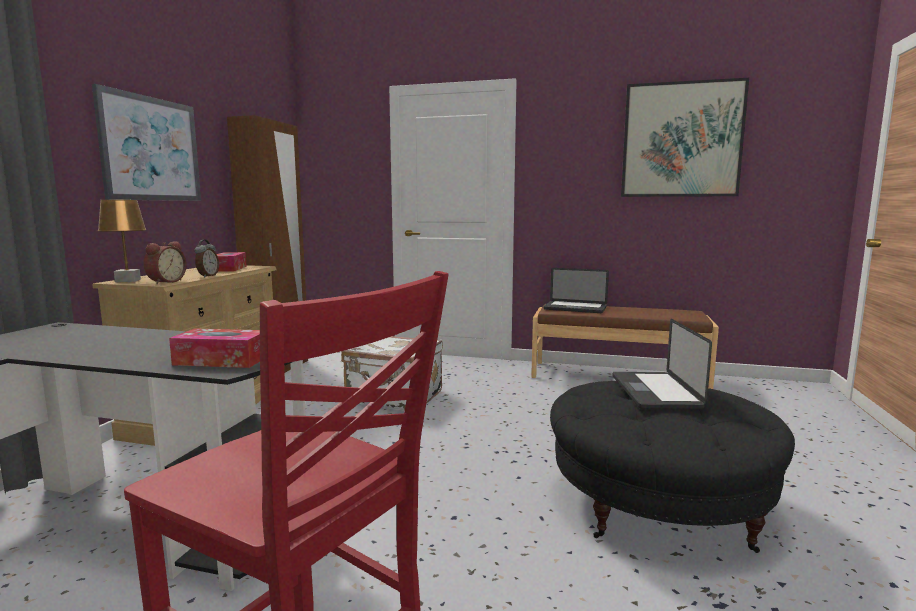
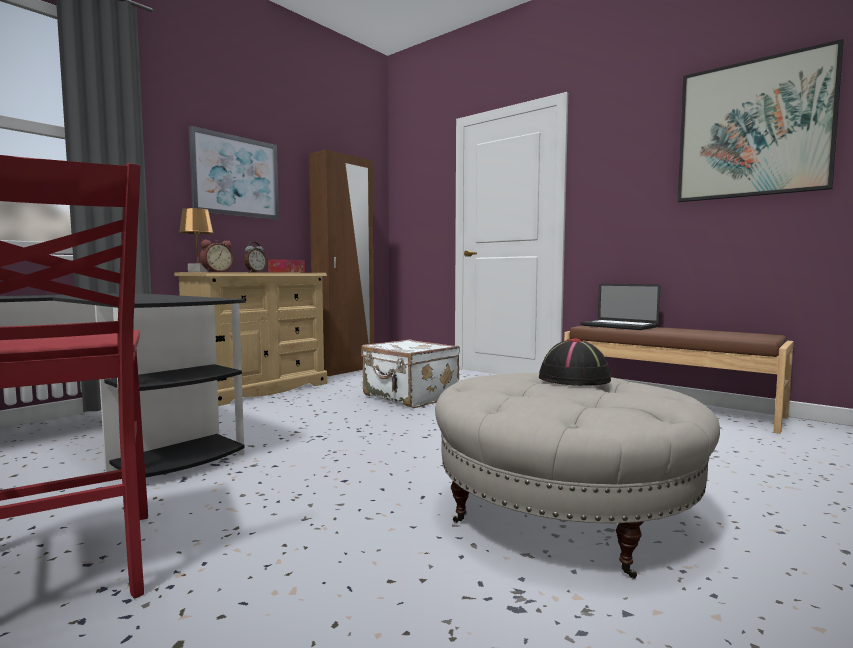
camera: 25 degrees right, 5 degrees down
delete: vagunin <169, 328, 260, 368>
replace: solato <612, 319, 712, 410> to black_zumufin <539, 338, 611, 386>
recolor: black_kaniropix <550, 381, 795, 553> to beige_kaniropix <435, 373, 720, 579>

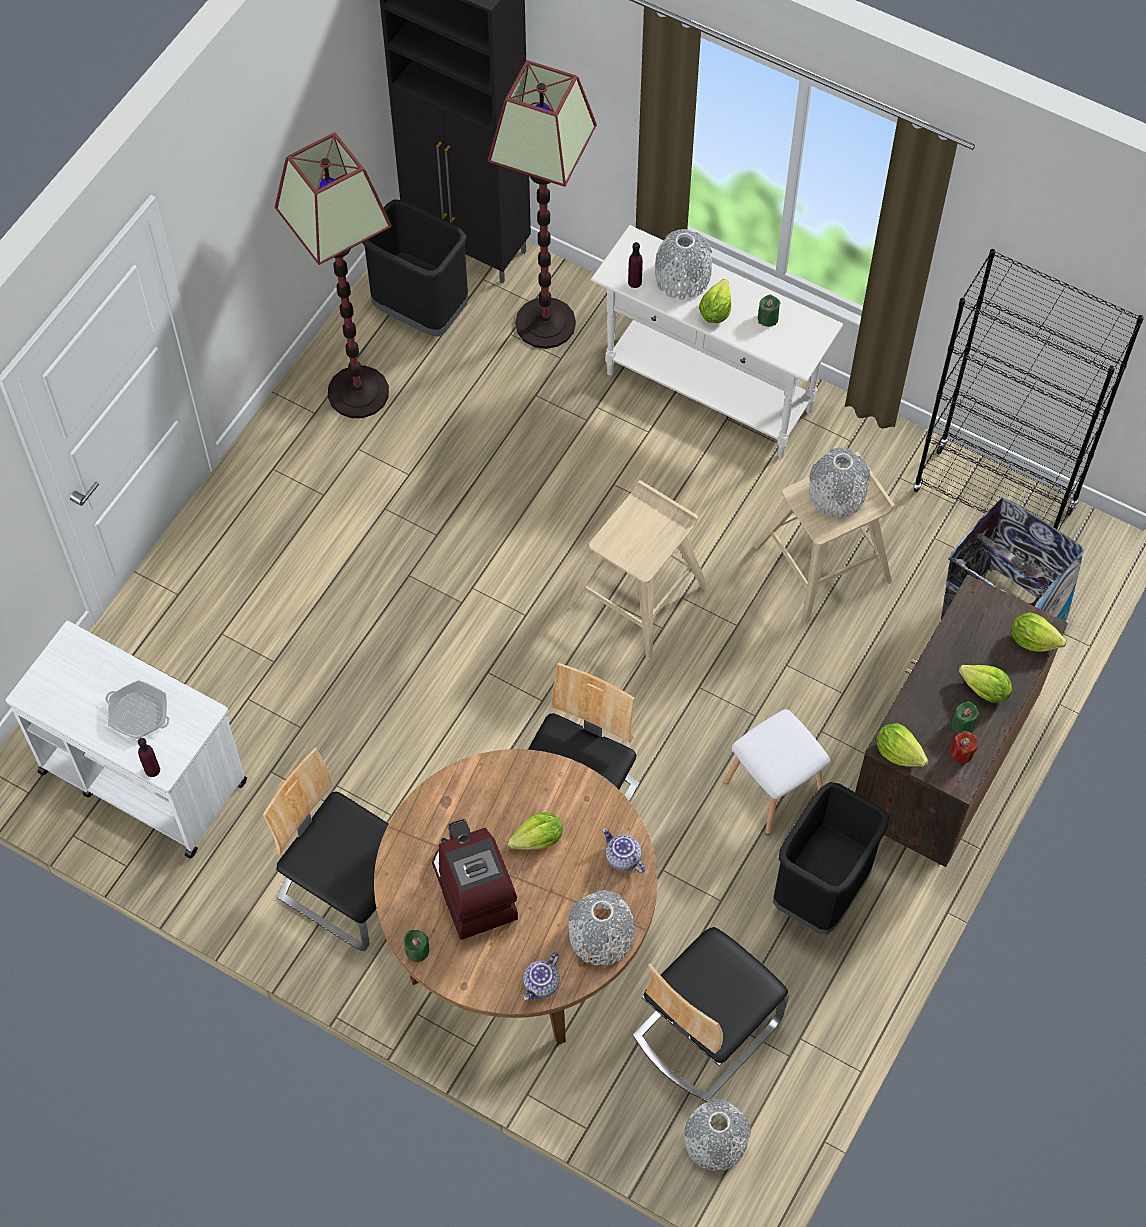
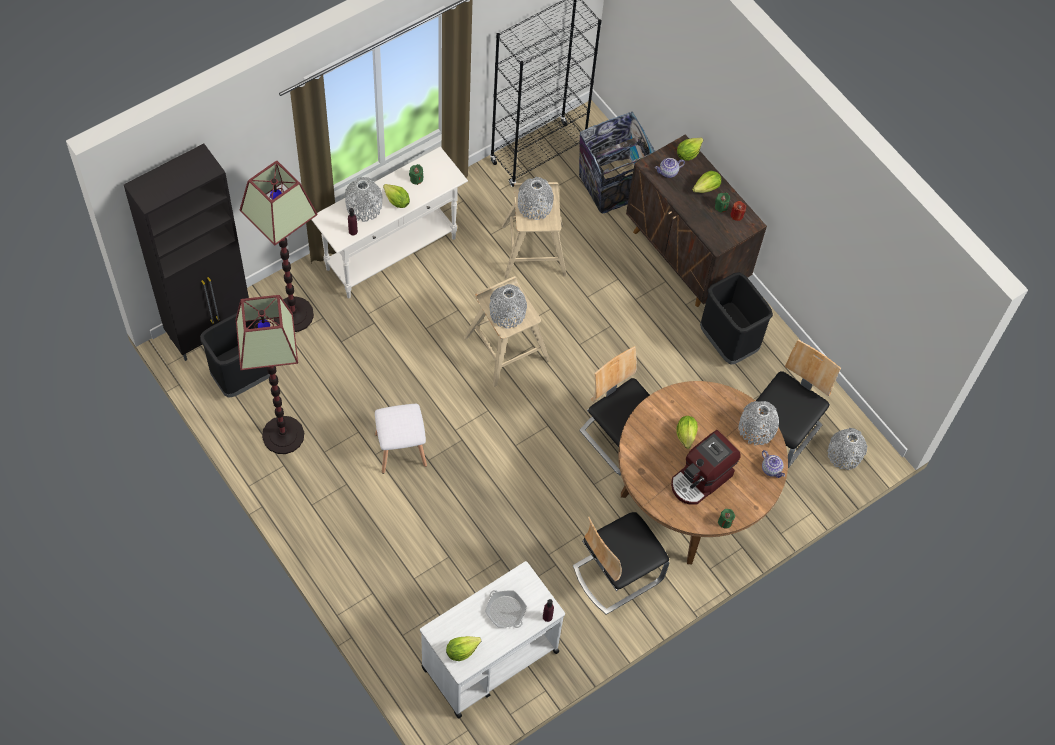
camera: 70 degrees left, 0 degrees up
insert: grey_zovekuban <489, 284, 527, 328>
move: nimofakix <603, 828, 645, 873> to <655, 158, 685, 178>; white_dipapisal <724, 709, 830, 835> to <375, 404, 427, 474>; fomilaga <876, 724, 928, 767> to <446, 636, 481, 661>
rotate: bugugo <105, 680, 170, 739> = <485, 590, 527, 628> 90 degrees counterclockwise; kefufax <432, 818, 518, 940> = <671, 430, 741, 504> 45 degrees counterclockwise; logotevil <633, 927, 789, 1102> = <756, 340, 841, 468> 120 degrees counterclockwise

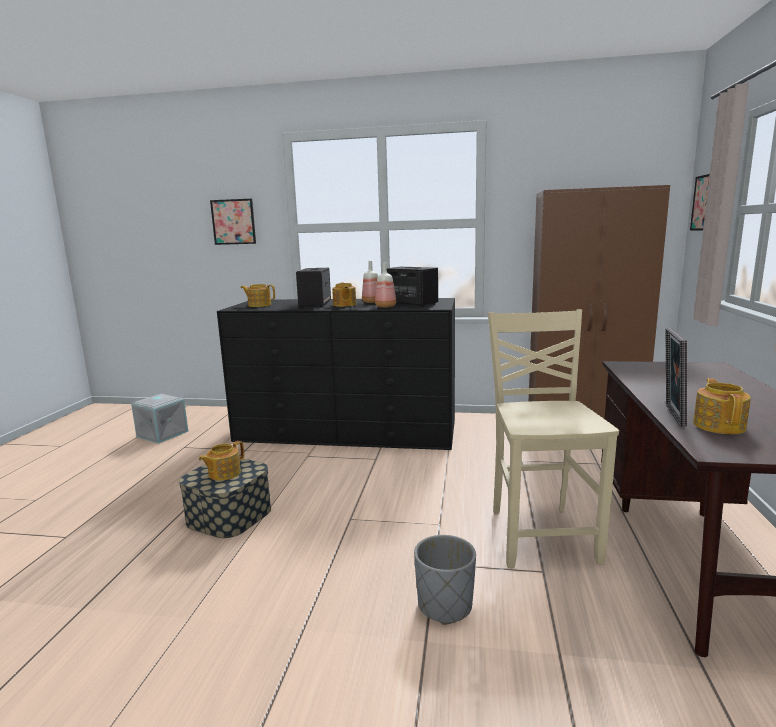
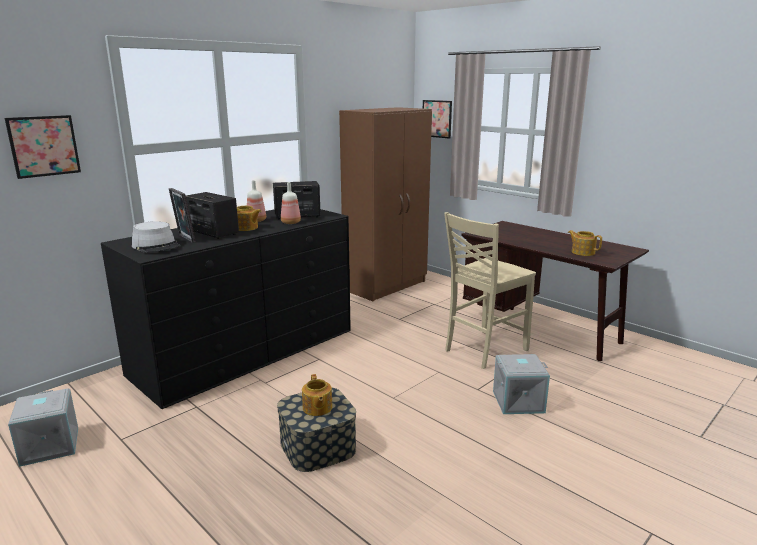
camera: 55 degrees left, 5 degrees up
move: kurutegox <665, 328, 687, 427> to <169, 188, 196, 243>
replace: nimofakix <241, 284, 275, 307> to grey_zumufin <132, 221, 180, 253>; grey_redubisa <414, 535, 476, 625> to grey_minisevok <493, 354, 550, 414>
rotate: beige_logotevil <488, 309, 619, 568> = <444, 212, 536, 369> 75 degrees counterclockwise

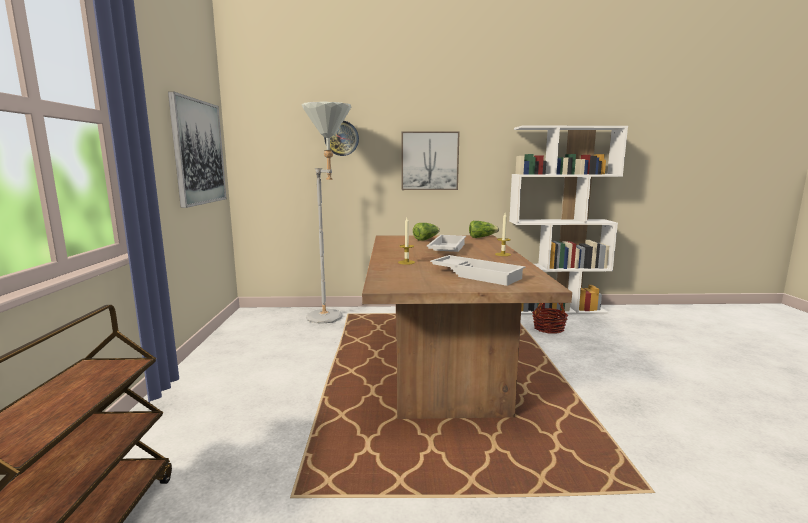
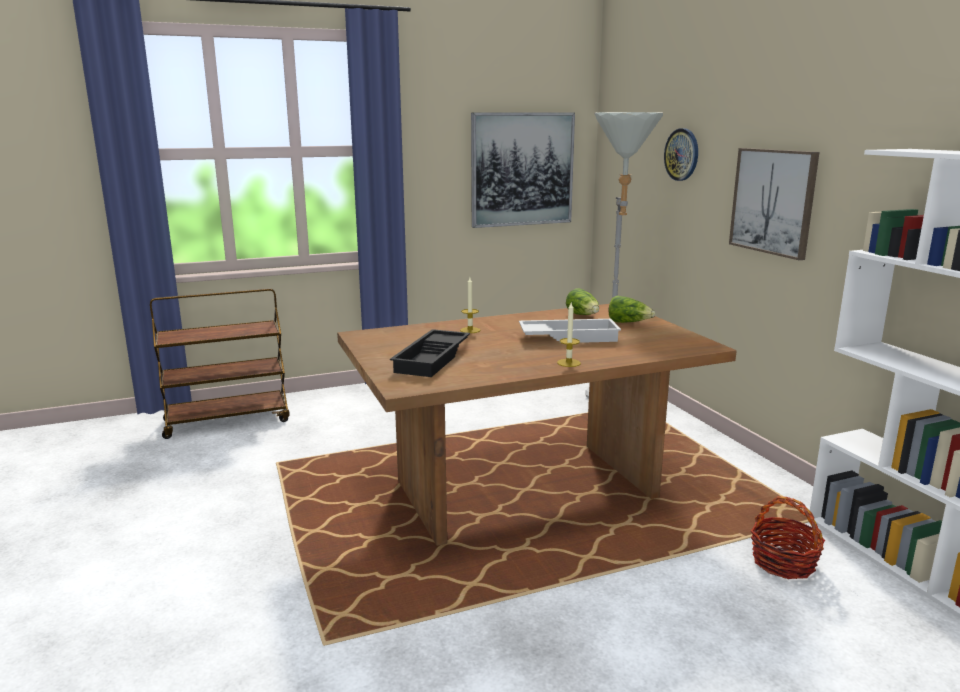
camera: 70 degrees right, 5 degrees up
move: fomilaga <469, 221, 499, 238> to <566, 288, 599, 315>
recolor: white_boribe <430, 255, 525, 286> to black_boribe <390, 329, 470, 377>

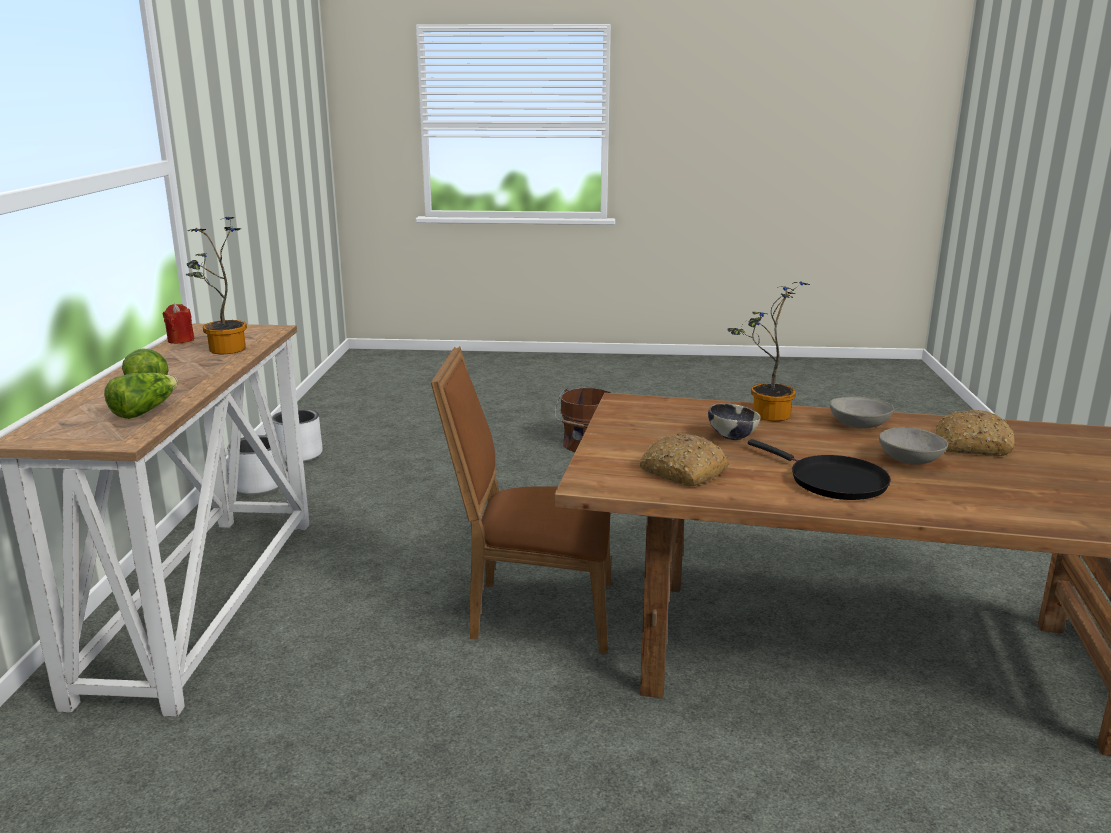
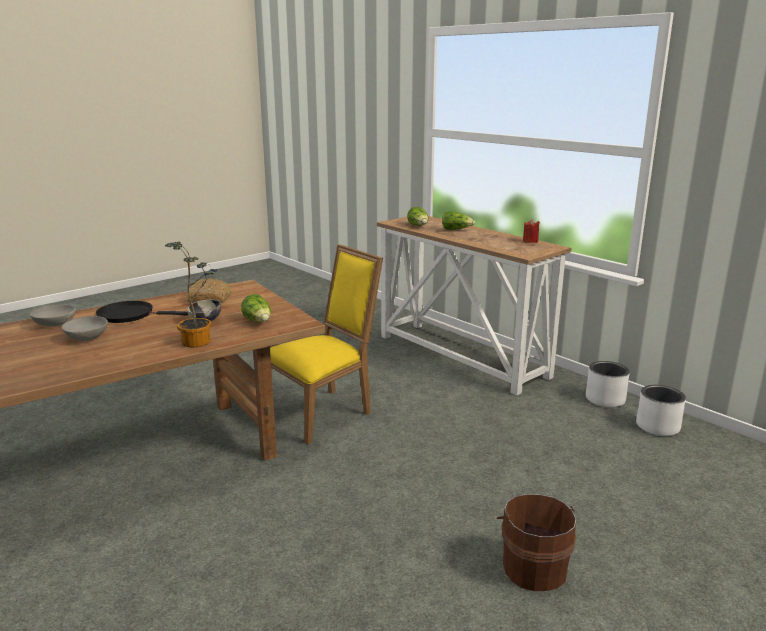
camera: 135 degrees right, 0 degrees up
delete: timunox <186, 217, 247, 354>; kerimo <936, 410, 1015, 456>
insert: fomilaga <241, 294, 271, 322>
move: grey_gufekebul <829, 397, 894, 429> to <30, 304, 76, 326>
recolor: brown_logotevil <431, 346, 612, 654> to yellow_logotevil <270, 244, 383, 444>

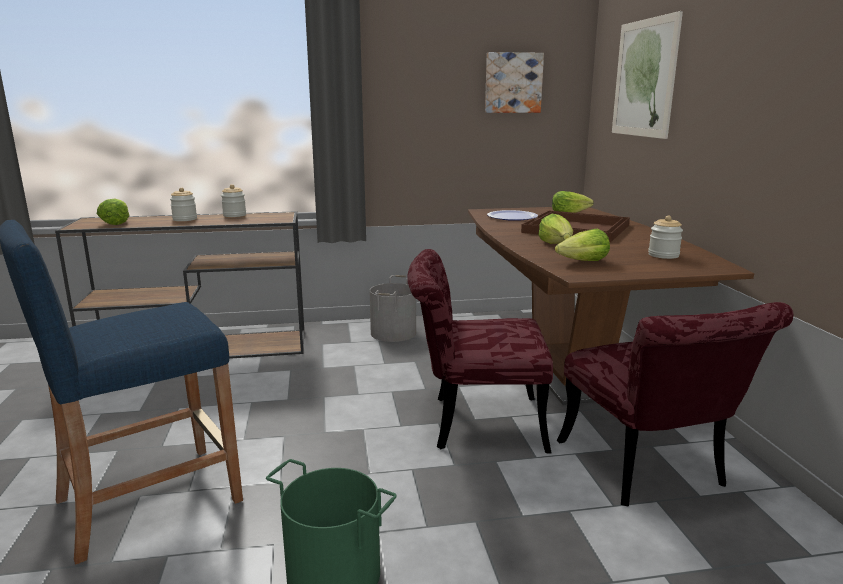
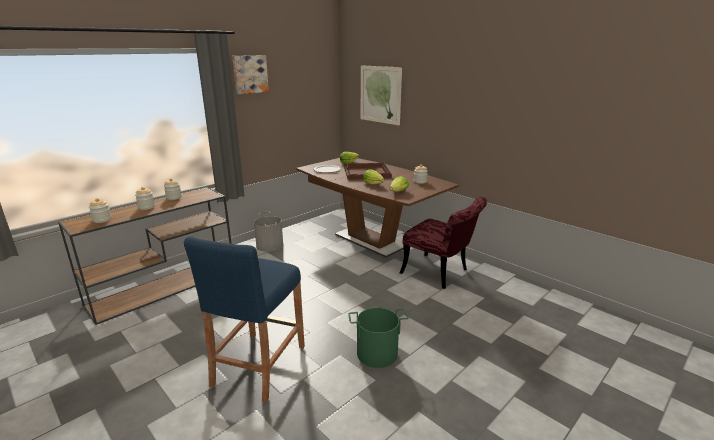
camera: 35 degrees left, 5 degrees up
delete: red_logotevil <407, 249, 553, 454>
move: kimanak <485, 52, 544, 113> to <232, 55, 269, 95>
replace: fomilaga <97, 198, 129, 225> to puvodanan <89, 198, 111, 223>

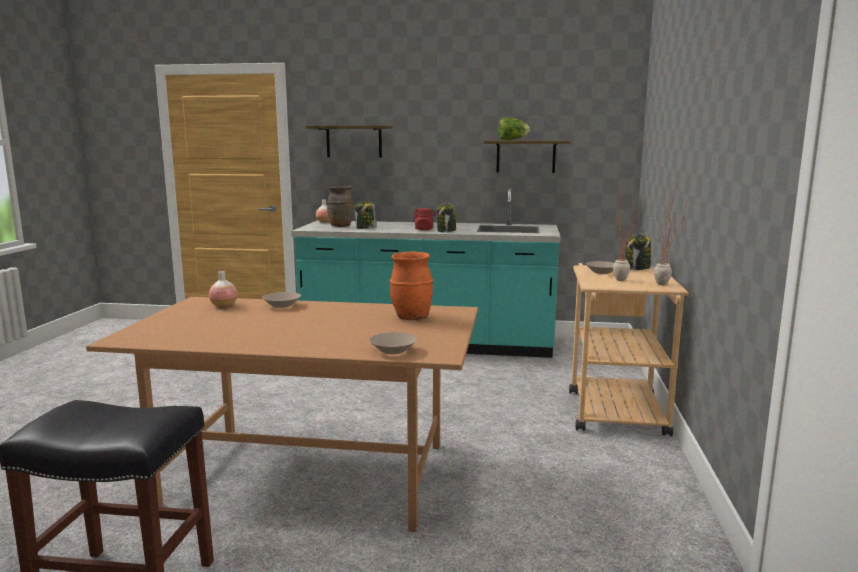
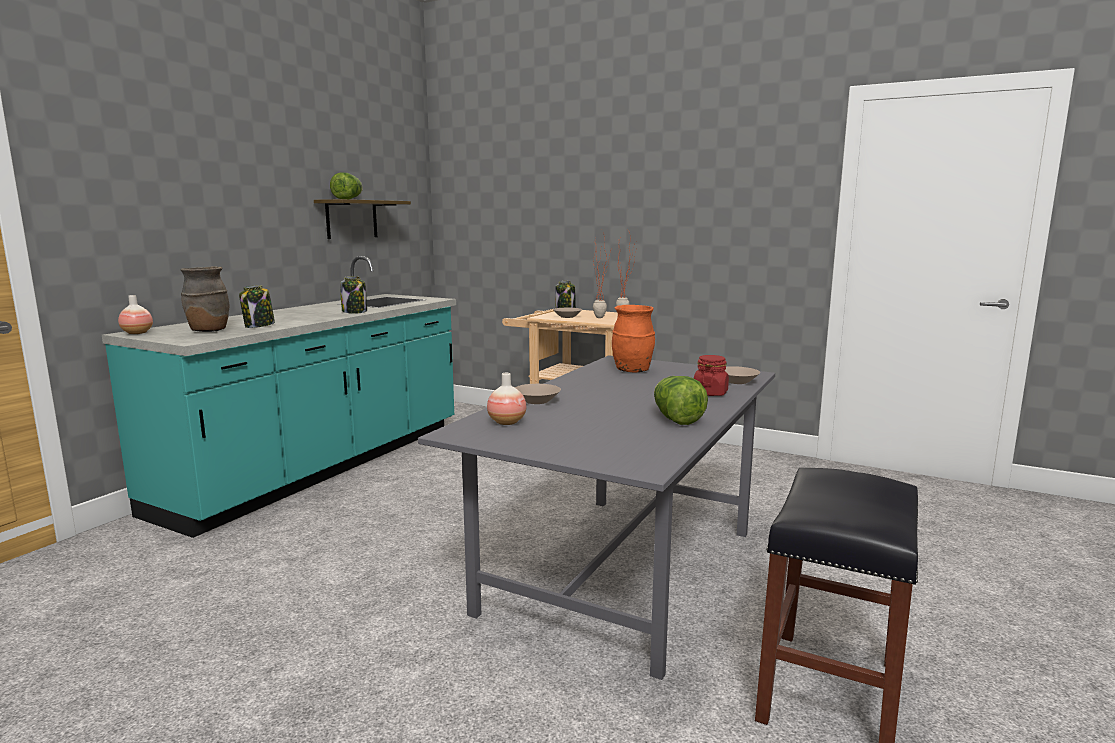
camera: 70 degrees left, 0 degrees up
delete: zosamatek <306, 125, 393, 158>
insert: fomilaga <654, 376, 708, 425>
move: red_puvodanan <413, 208, 436, 230> to <694, 355, 729, 396>
recolor: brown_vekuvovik <86, 297, 478, 532> to grey_vekuvovik <418, 355, 775, 680>

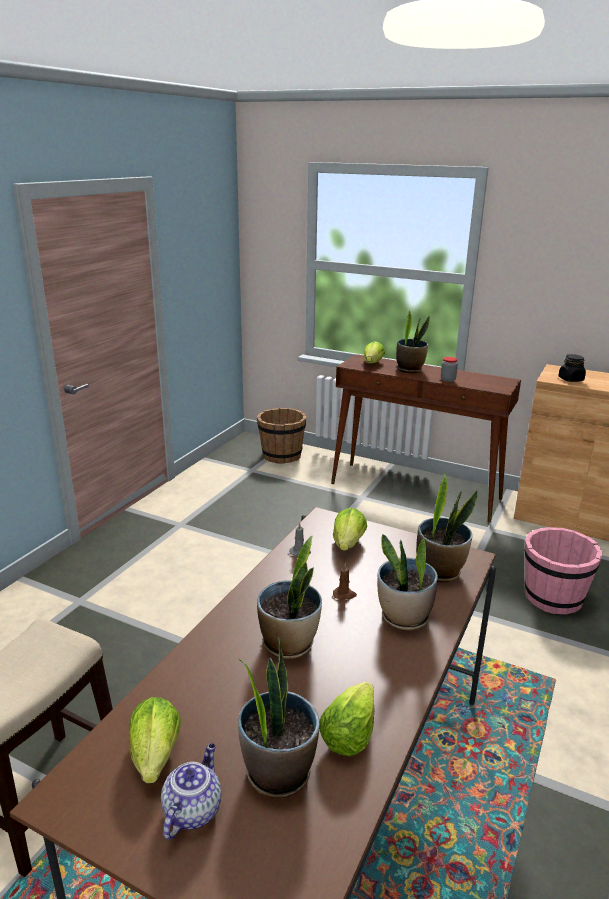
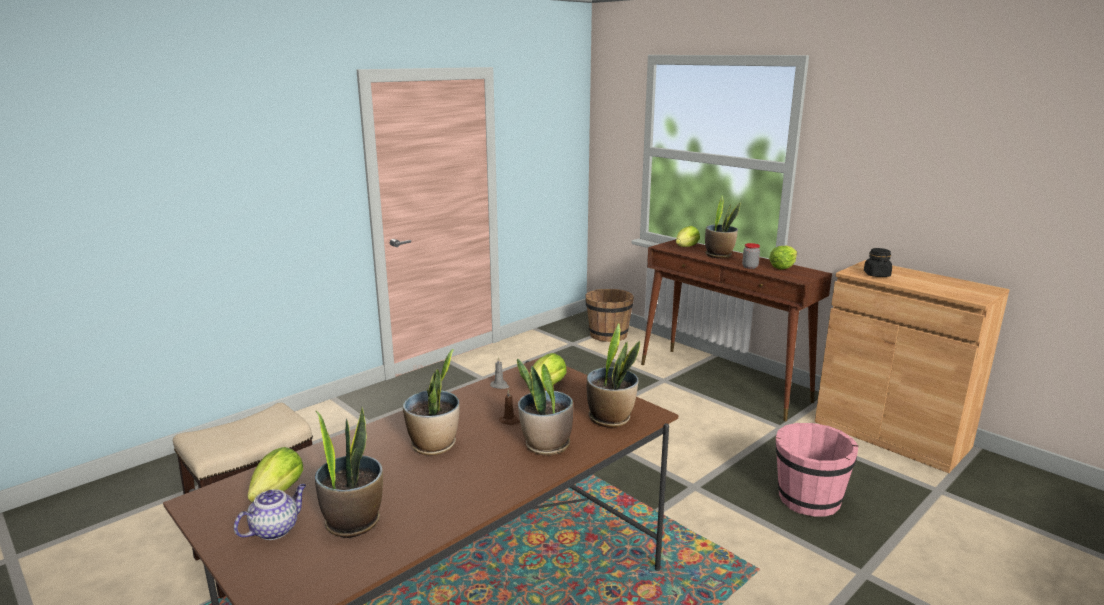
camera: 20 degrees right, 5 degrees down
move: fomilaga <320, 682, 375, 756> to <769, 246, 797, 269>

